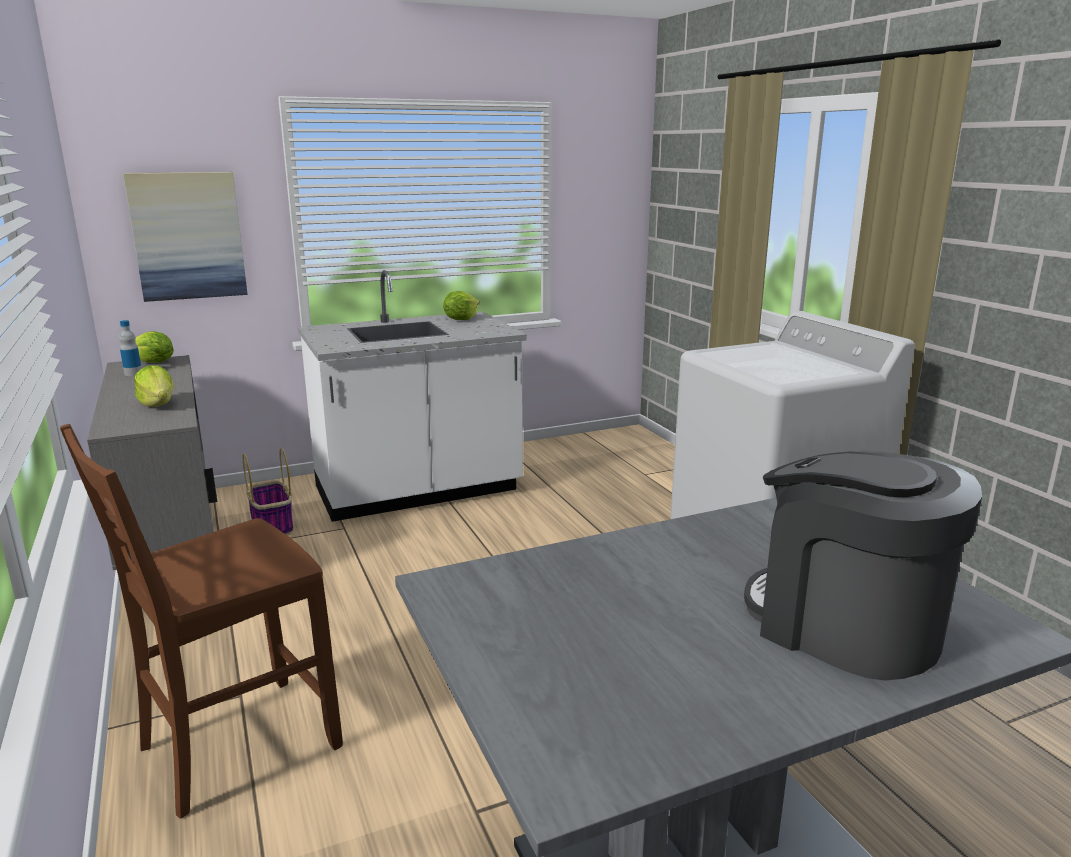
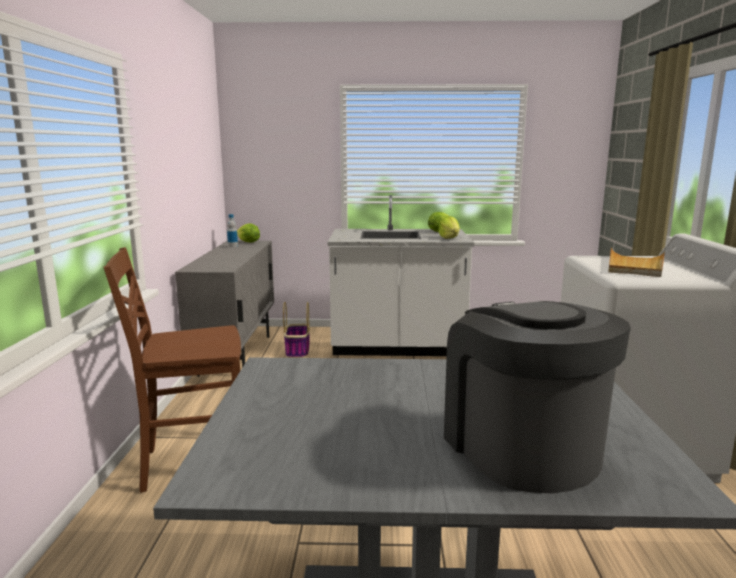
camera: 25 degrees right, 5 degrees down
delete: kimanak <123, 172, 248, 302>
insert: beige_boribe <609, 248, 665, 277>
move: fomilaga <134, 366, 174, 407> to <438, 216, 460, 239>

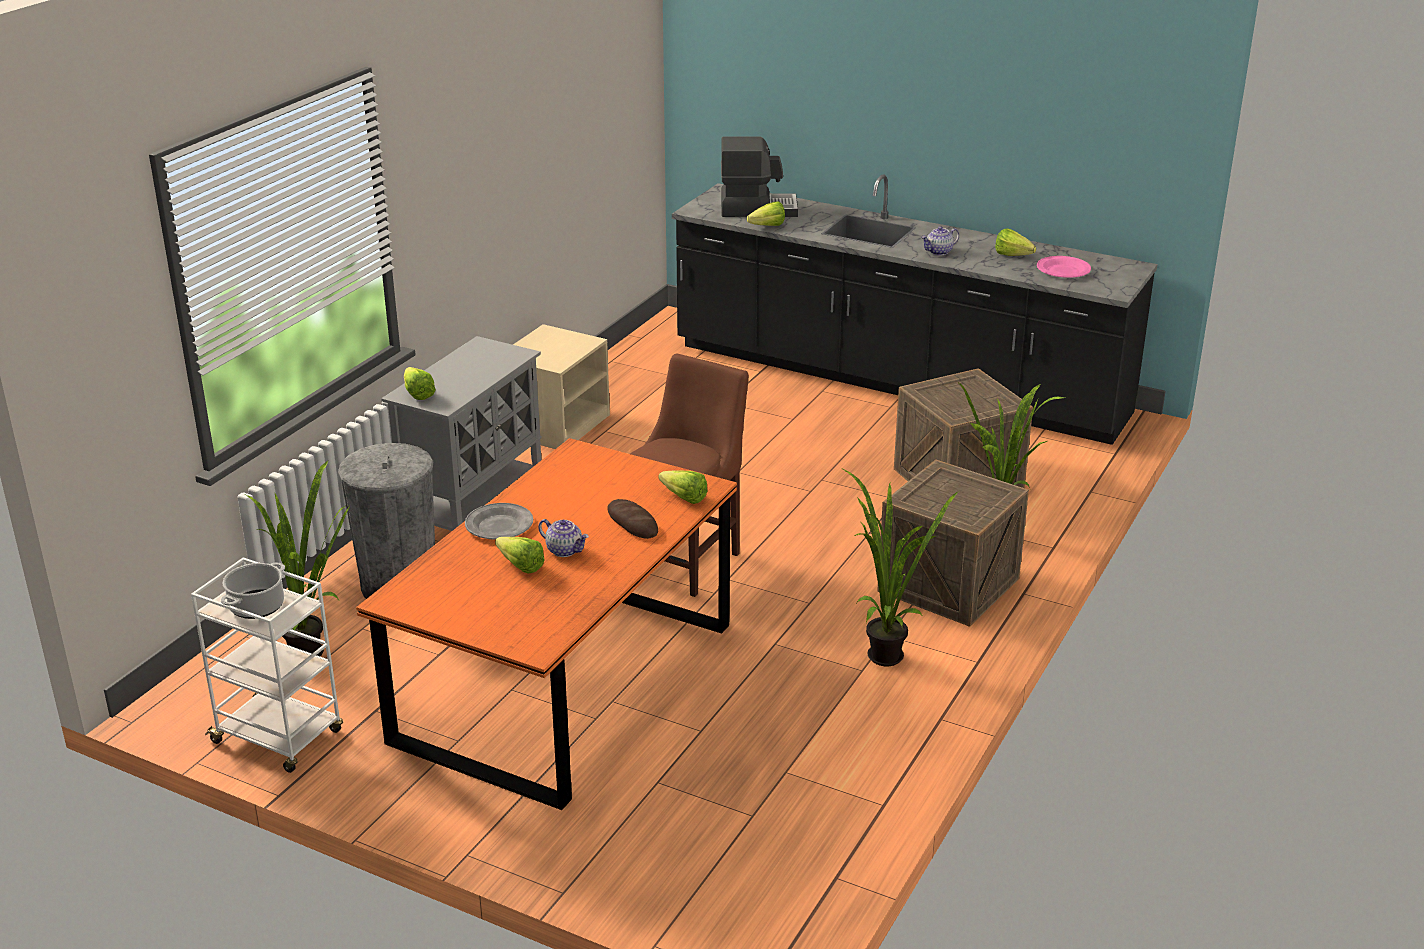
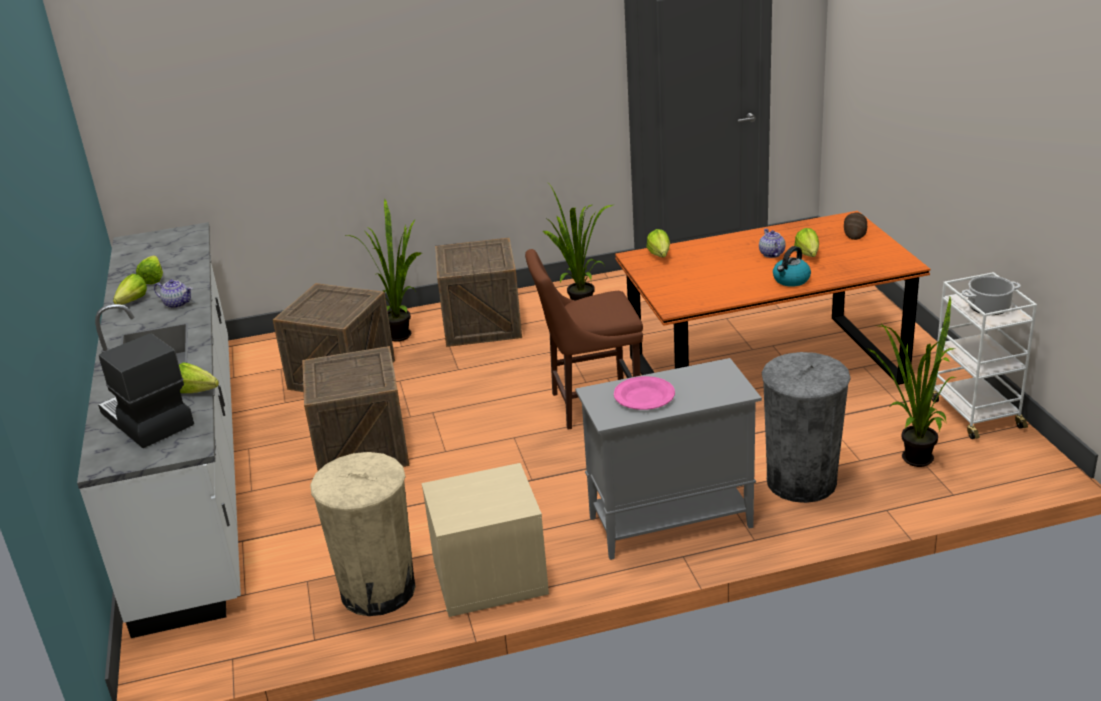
camera: 130 degrees left, 0 degrees up
insert: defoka <302, 346, 410, 471>; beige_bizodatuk <310, 452, 416, 616>
move: fomilaga <404, 367, 436, 400> to <113, 274, 147, 305>; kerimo <607, 499, 658, 539> to <844, 212, 867, 240>; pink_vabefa <1037, 256, 1091, 278> to <614, 376, 675, 410>
replace: grey_vabefa <465, 503, 533, 539> to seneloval <773, 246, 811, 287>
recolor: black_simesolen <672, 175, 1158, 445> to white_simesolen <77, 222, 241, 638>

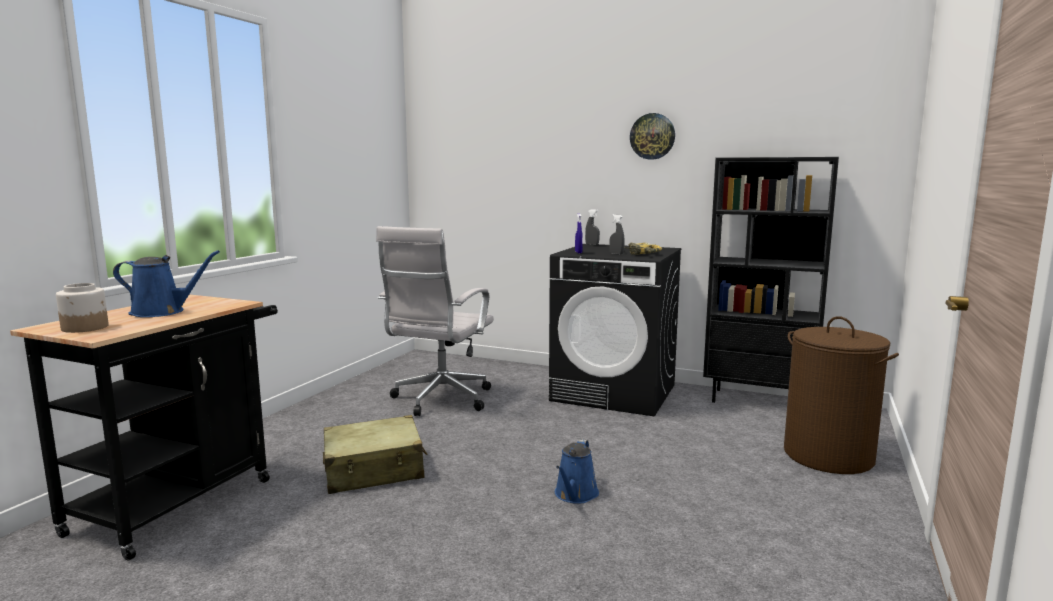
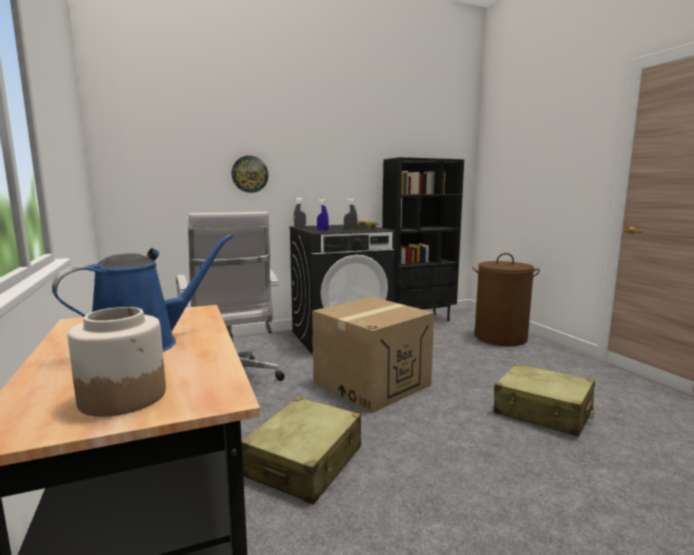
camera: 45 degrees left, 0 degrees up
delete: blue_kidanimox <555, 439, 599, 504>
insert: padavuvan <312, 297, 434, 413>; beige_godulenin <494, 363, 595, 437>
move: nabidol <630, 113, 675, 160> to <231, 156, 268, 193>

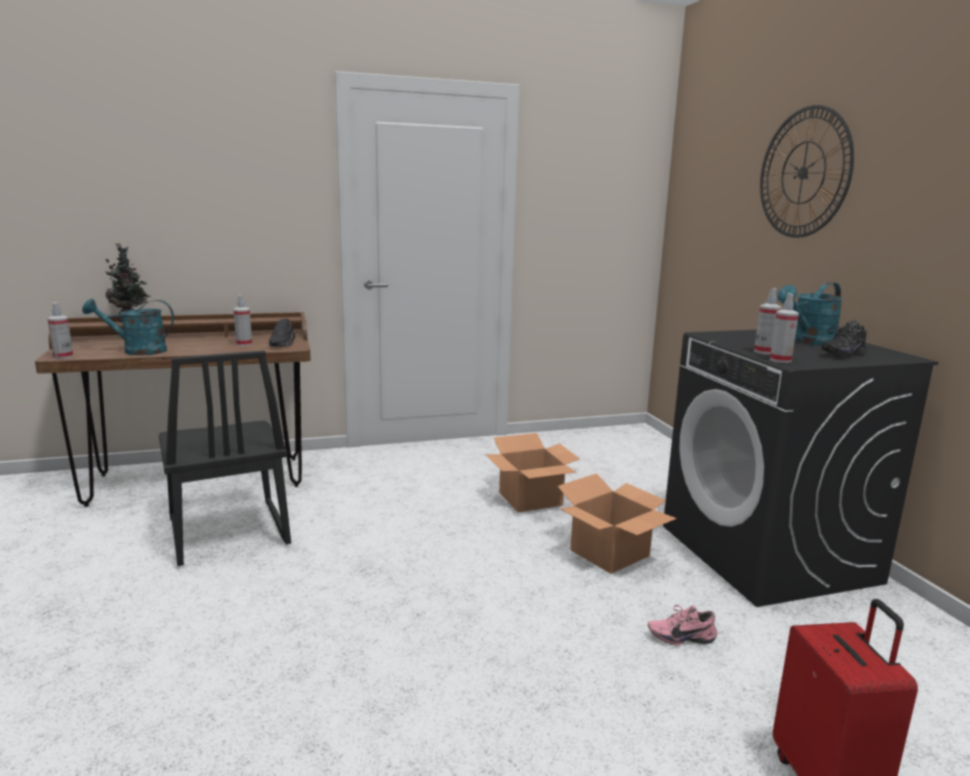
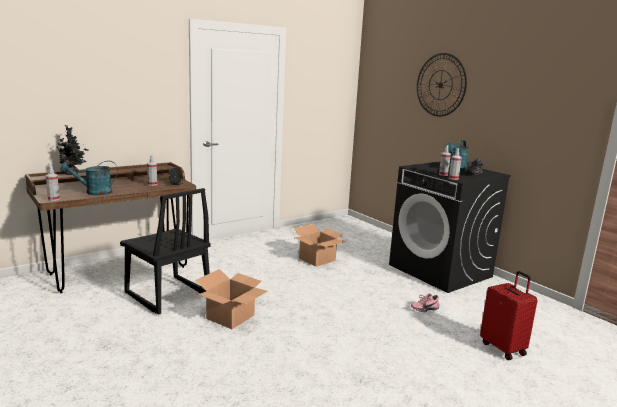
camera: 20 degrees left, 0 degrees up
move: padavuvan <557, 473, 677, 574> to <195, 269, 268, 329>

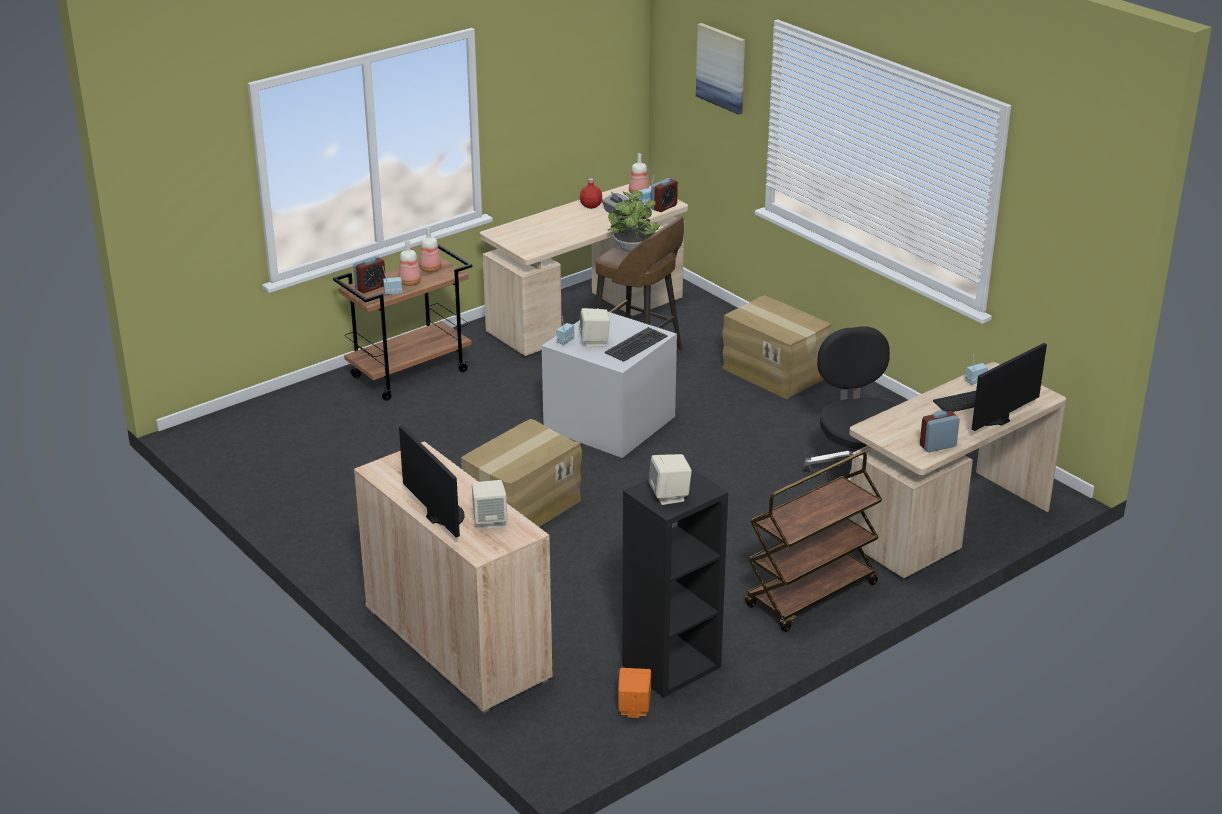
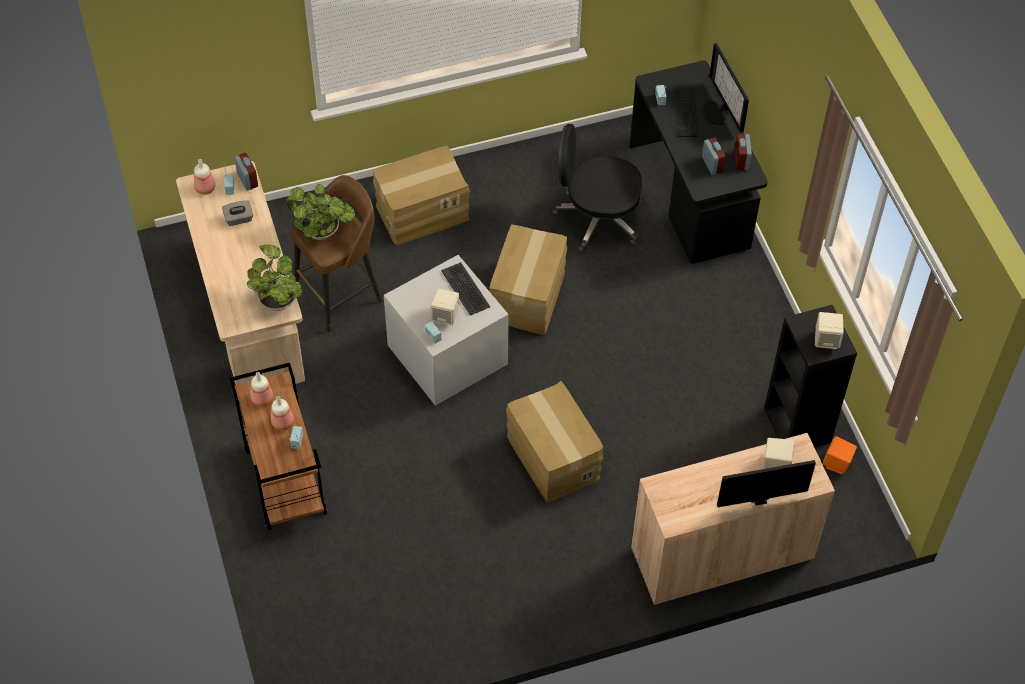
camera: 70 degrees left, 25 degrees up
delete: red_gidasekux <580, 178, 602, 209>; kimanak <696, 23, 745, 115>; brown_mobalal <745, 451, 882, 632>
insert: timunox <247, 245, 303, 311>; padavuvan <489, 225, 567, 335>
move: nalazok <353, 256, 385, 293> to <702, 138, 726, 175>
recolor: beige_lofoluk <849, 362, 1066, 579> to black_lofoluk <629, 61, 768, 264>

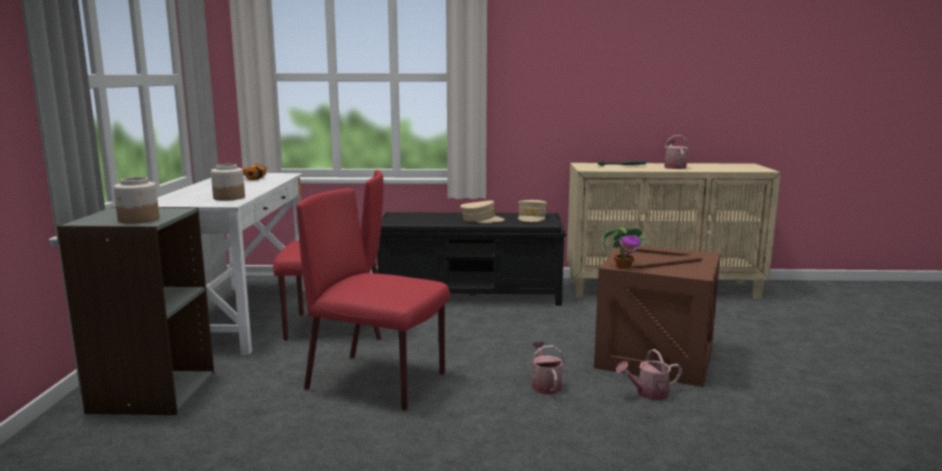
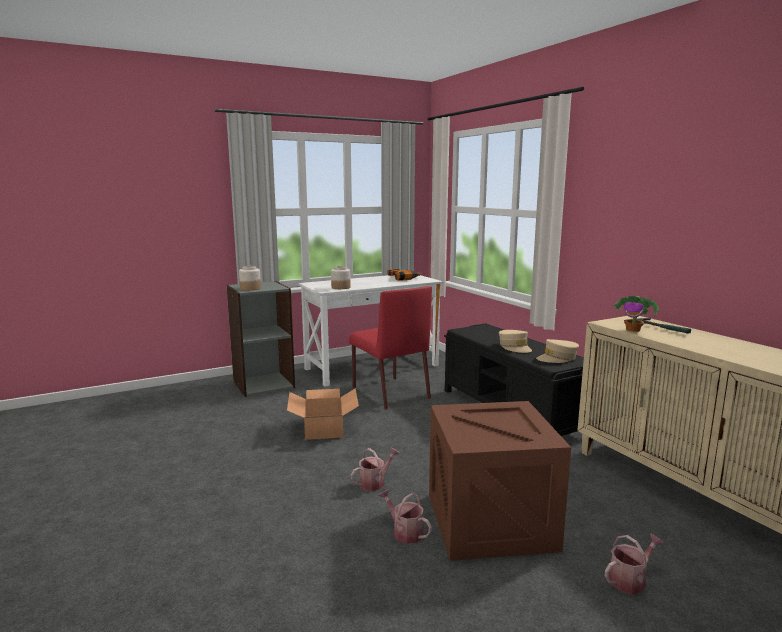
camera: 60 degrees right, 0 degrees up
move: timunox <602, 228, 647, 269> to <613, 296, 659, 332>; kidanimox <664, 135, 689, 169> to <605, 533, 664, 594>
replace: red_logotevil <296, 188, 450, 411> to padavuvan <287, 388, 359, 440>

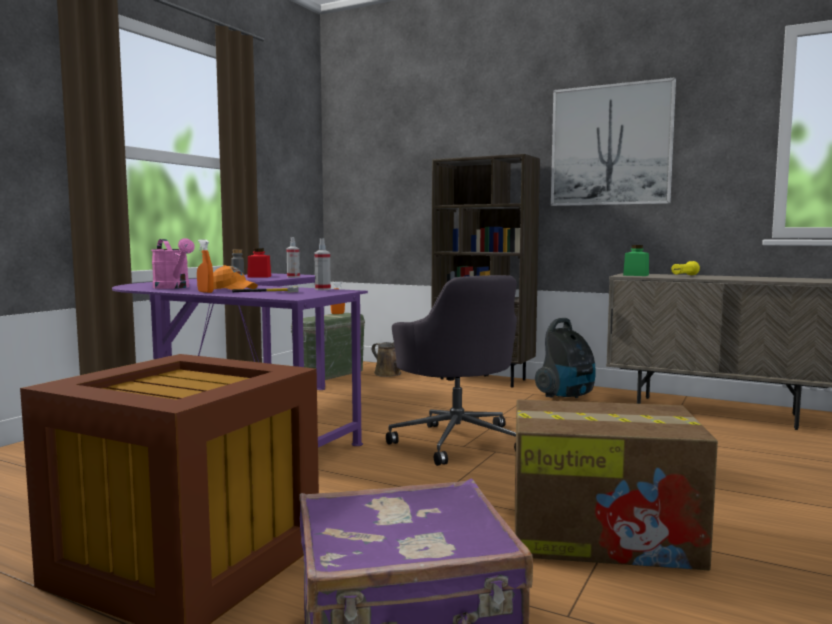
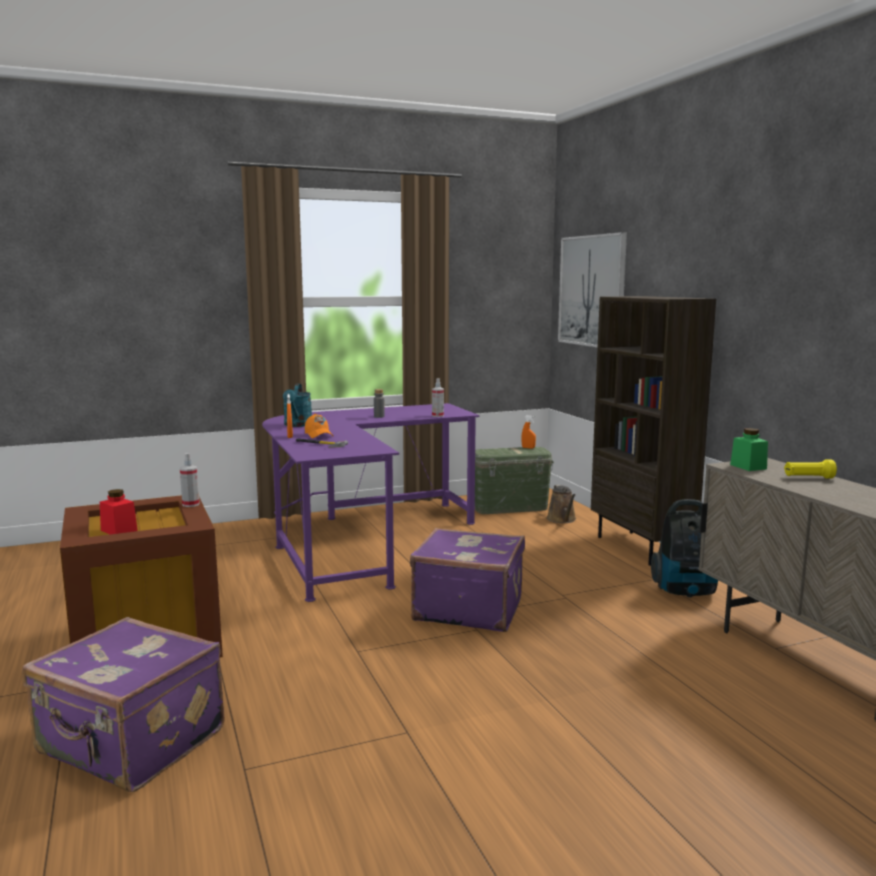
camera: 40 degrees right, 5 degrees up
delete: padavuvan <515, 400, 718, 570>
move: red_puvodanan <247, 248, 271, 278> to <100, 489, 138, 534>; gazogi <314, 238, 331, 290> to <180, 453, 200, 507>; kimanak <551, 77, 676, 206> to <558, 232, 627, 348>
replace: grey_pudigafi <386, 275, 517, 466> to purple_godulenin <410, 528, 525, 632>
recolor: pink_kidanimox <151, 238, 195, 289> to turquoise_kidanimox <283, 384, 312, 427>

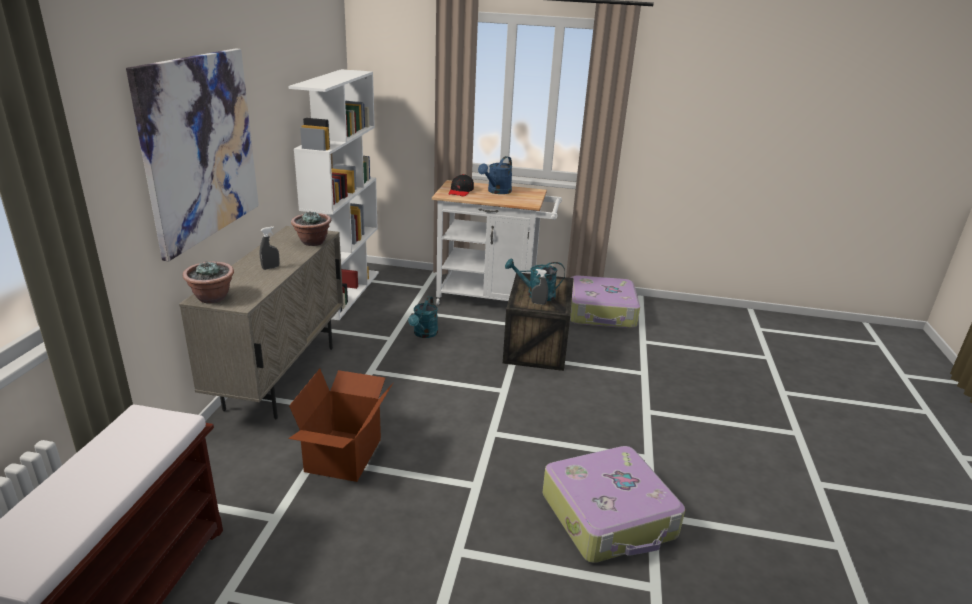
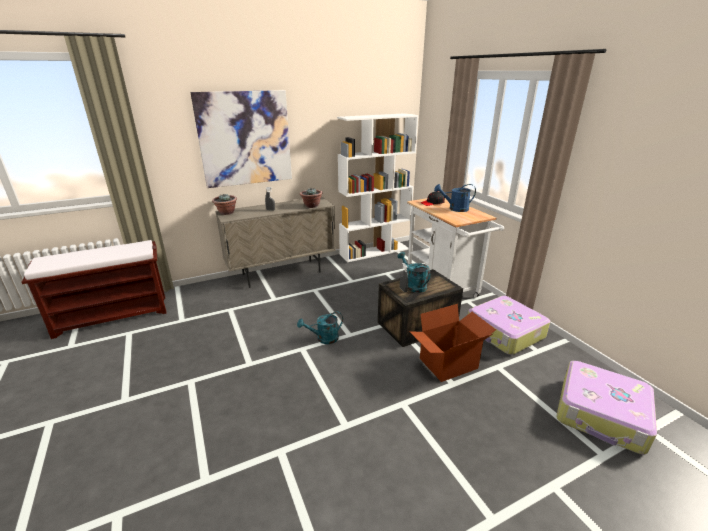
camera: 55 degrees right, 0 degrees up
move: padavuvan <288, 369, 393, 482> to <409, 304, 496, 382>; turquoise_kidanimox <408, 296, 438, 338> to <297, 312, 343, 344>; godulenin <542, 446, 685, 563> to <557, 361, 657, 455>

